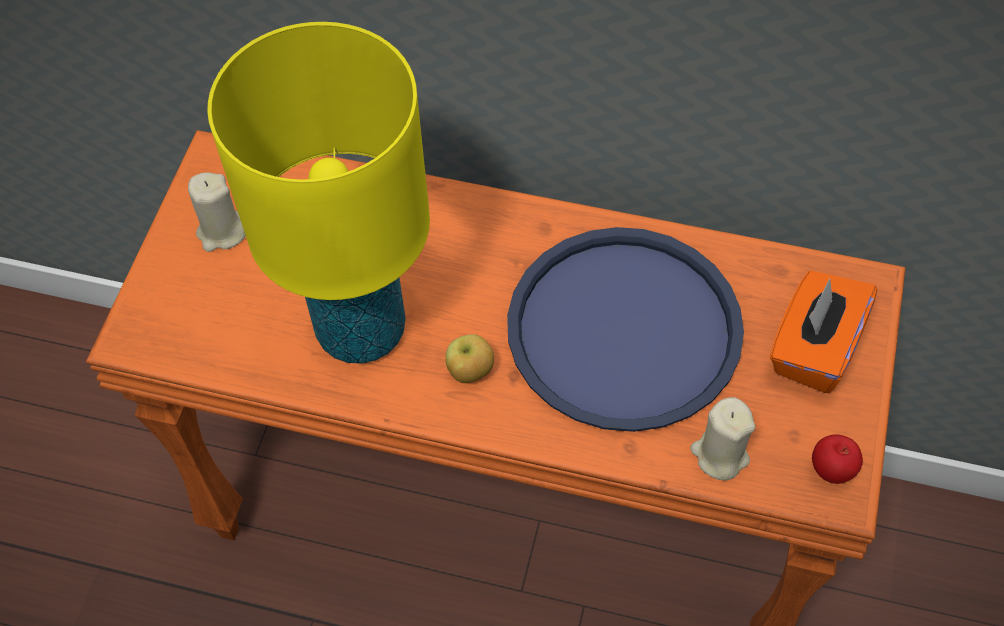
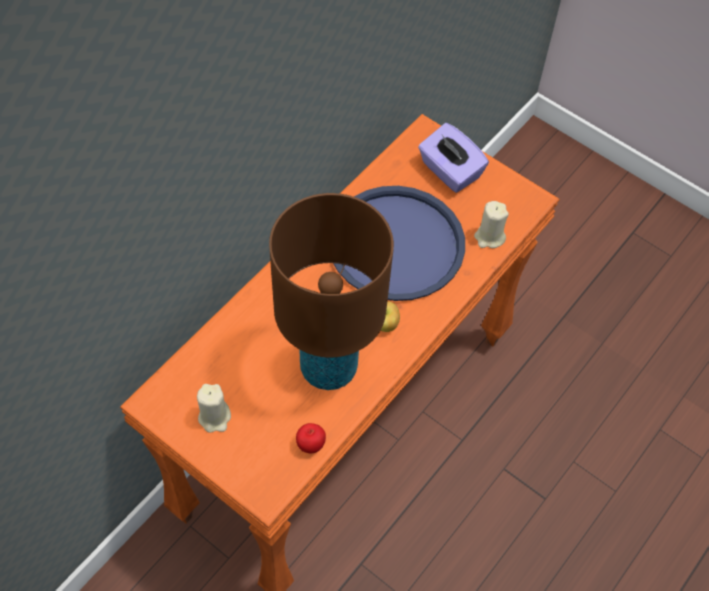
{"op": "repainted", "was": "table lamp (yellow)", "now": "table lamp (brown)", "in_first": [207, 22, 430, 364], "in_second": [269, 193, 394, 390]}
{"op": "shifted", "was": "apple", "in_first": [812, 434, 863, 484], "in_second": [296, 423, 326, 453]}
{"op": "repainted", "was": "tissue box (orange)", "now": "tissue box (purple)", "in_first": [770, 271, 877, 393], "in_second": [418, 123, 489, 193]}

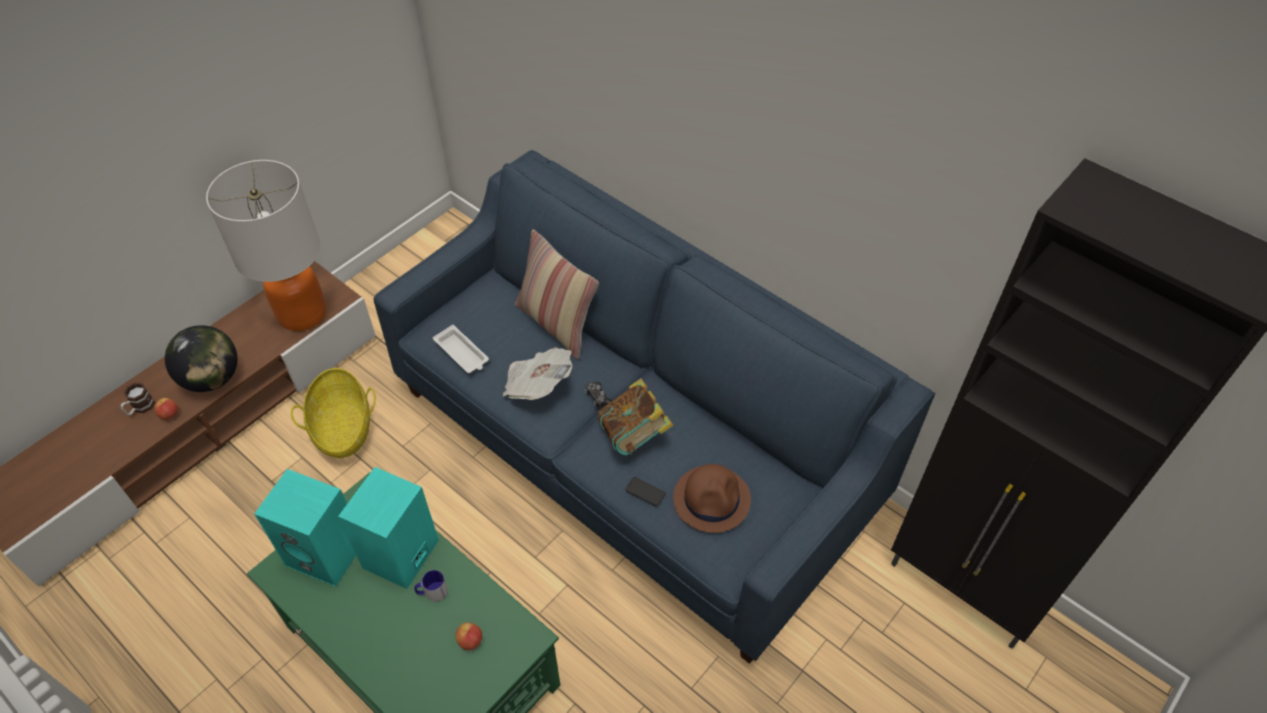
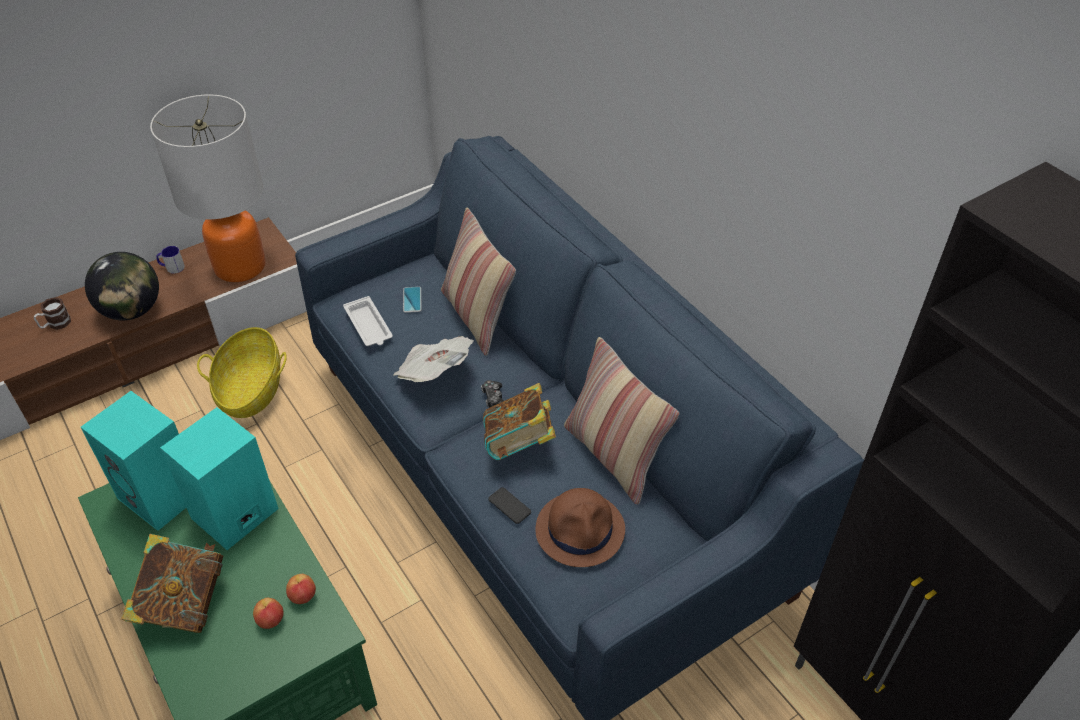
{"op": "new", "now": "book", "in_second": [121, 534, 223, 633]}
{"op": "shifted", "was": "mug", "in_first": [414, 570, 448, 602], "in_second": [156, 246, 185, 274]}
{"op": "shifted", "was": "apple", "in_first": [154, 398, 178, 419], "in_second": [286, 574, 316, 604]}
{"op": "new", "now": "phone", "in_second": [403, 287, 421, 313]}
{"op": "new", "now": "pillow", "in_second": [564, 337, 679, 505]}

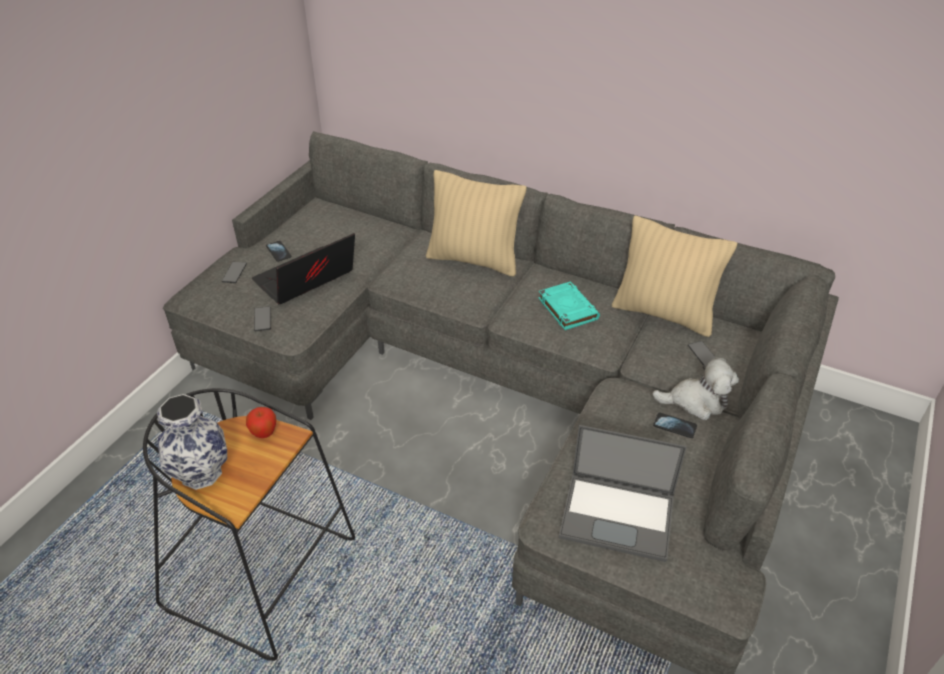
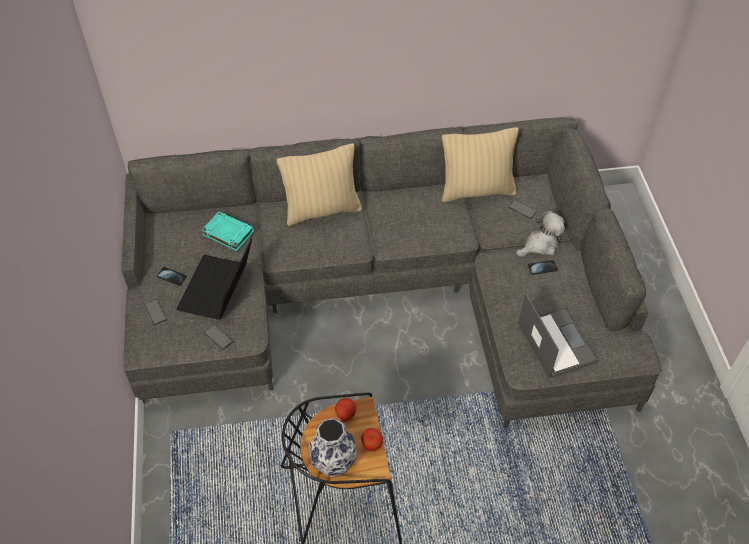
{"op": "shifted", "was": "book (turquoise)", "in_first": [538, 281, 600, 330], "in_second": [202, 212, 254, 251]}
{"op": "new", "now": "apple", "in_second": [361, 428, 383, 451]}
{"op": "rotated", "was": "laptop", "in_first": [559, 425, 687, 562], "in_second": [518, 293, 599, 379], "clockwise": -90}

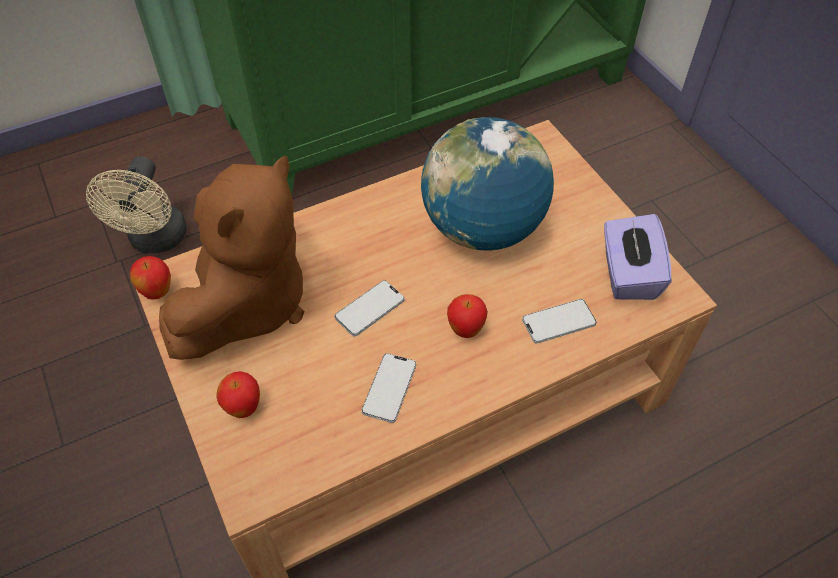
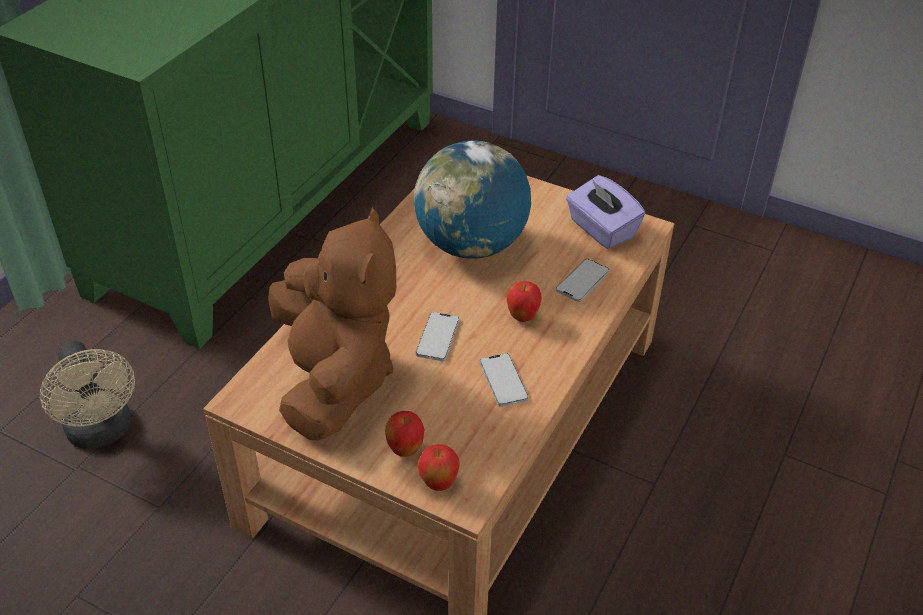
{"op": "shifted", "was": "apple", "in_first": [130, 256, 171, 300], "in_second": [418, 444, 460, 491]}

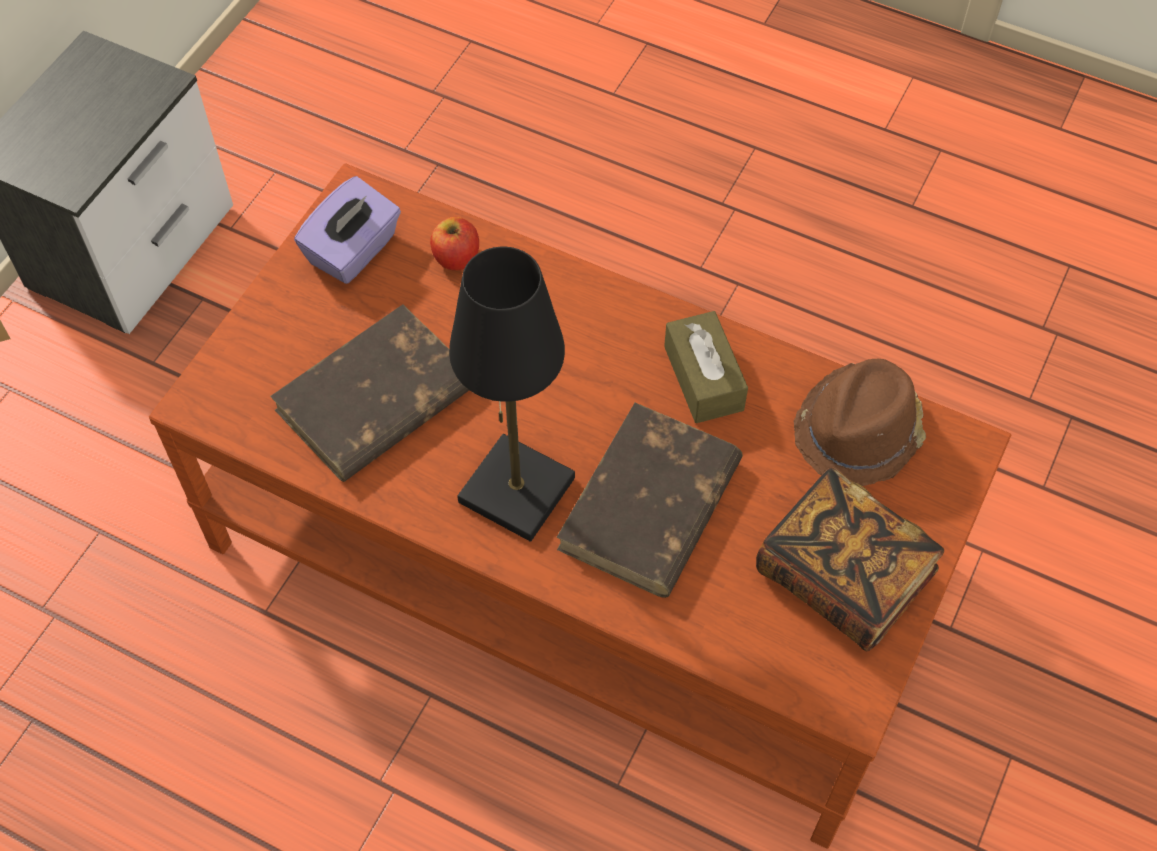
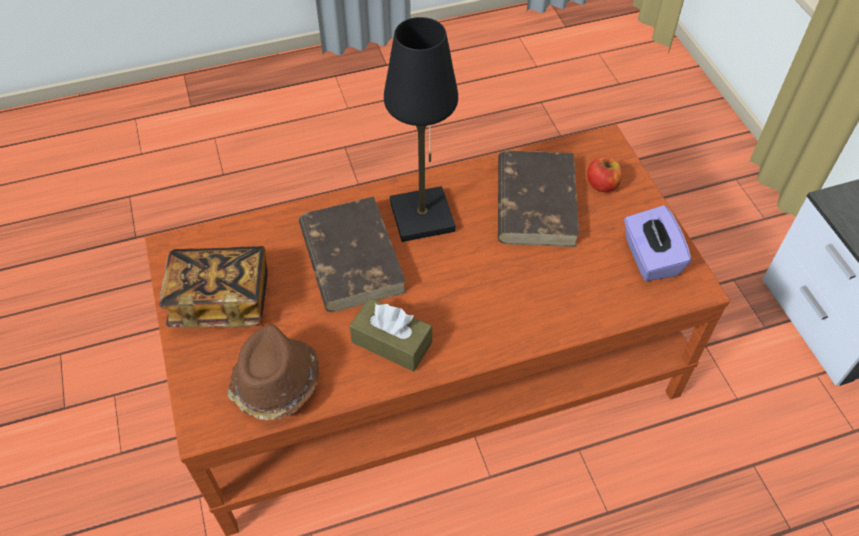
{"op": "shifted", "was": "apple", "in_first": [430, 217, 479, 271], "in_second": [587, 156, 622, 192]}

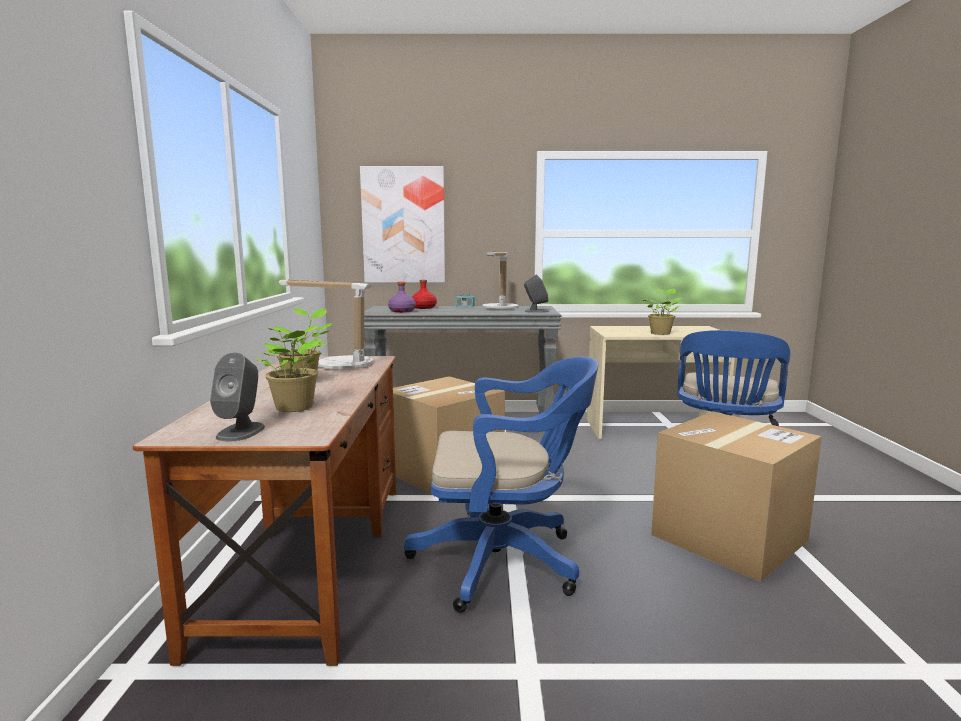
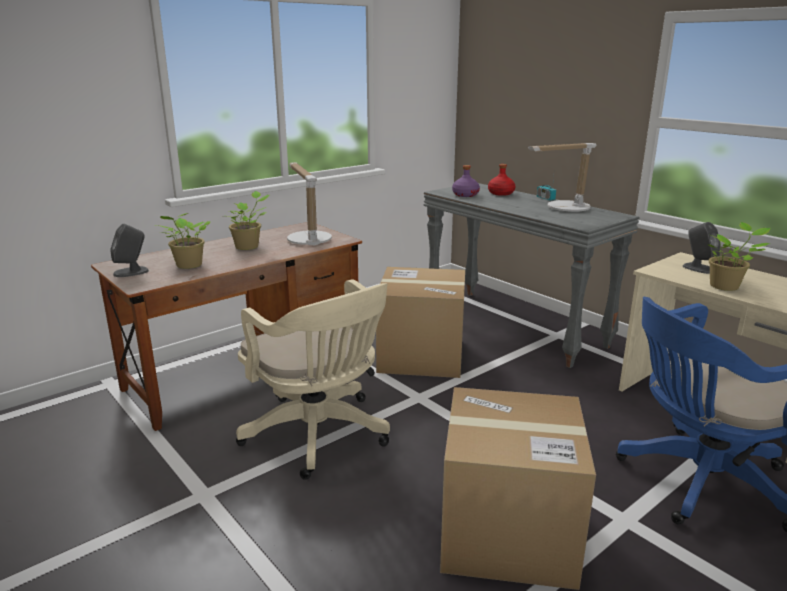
{"op": "repainted", "was": "office chair (blue)", "now": "office chair (beige)", "in_first": [404, 357, 598, 613], "in_second": [236, 279, 390, 480]}
{"op": "shifted", "was": "speaker (grey)", "in_first": [524, 274, 549, 313], "in_second": [683, 222, 722, 274]}
{"op": "gone", "was": "picture", "in_first": [360, 166, 445, 283]}

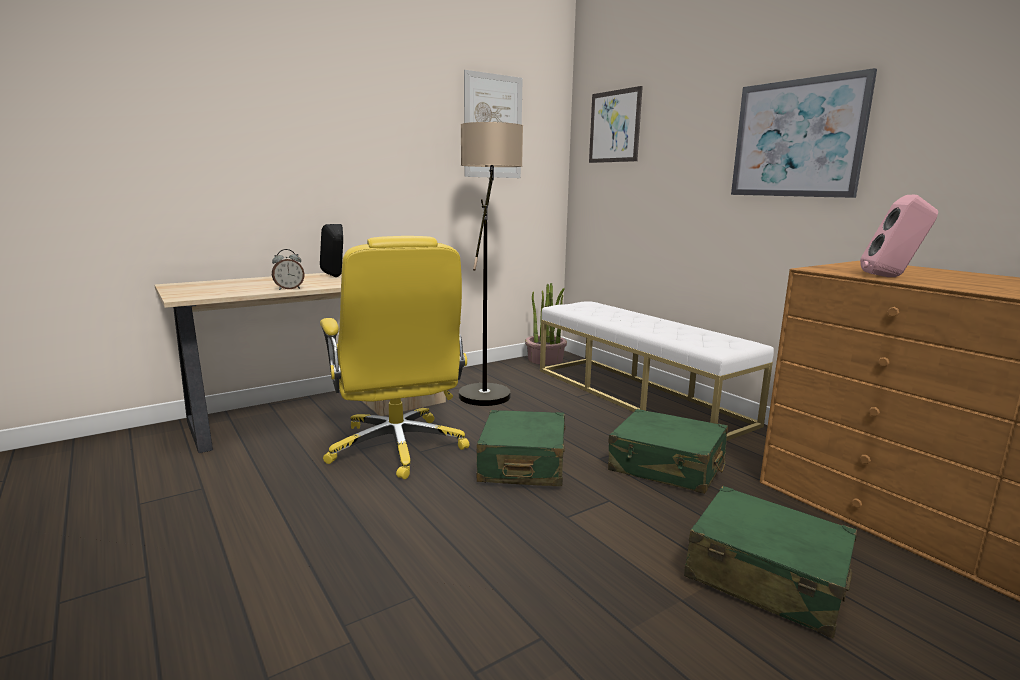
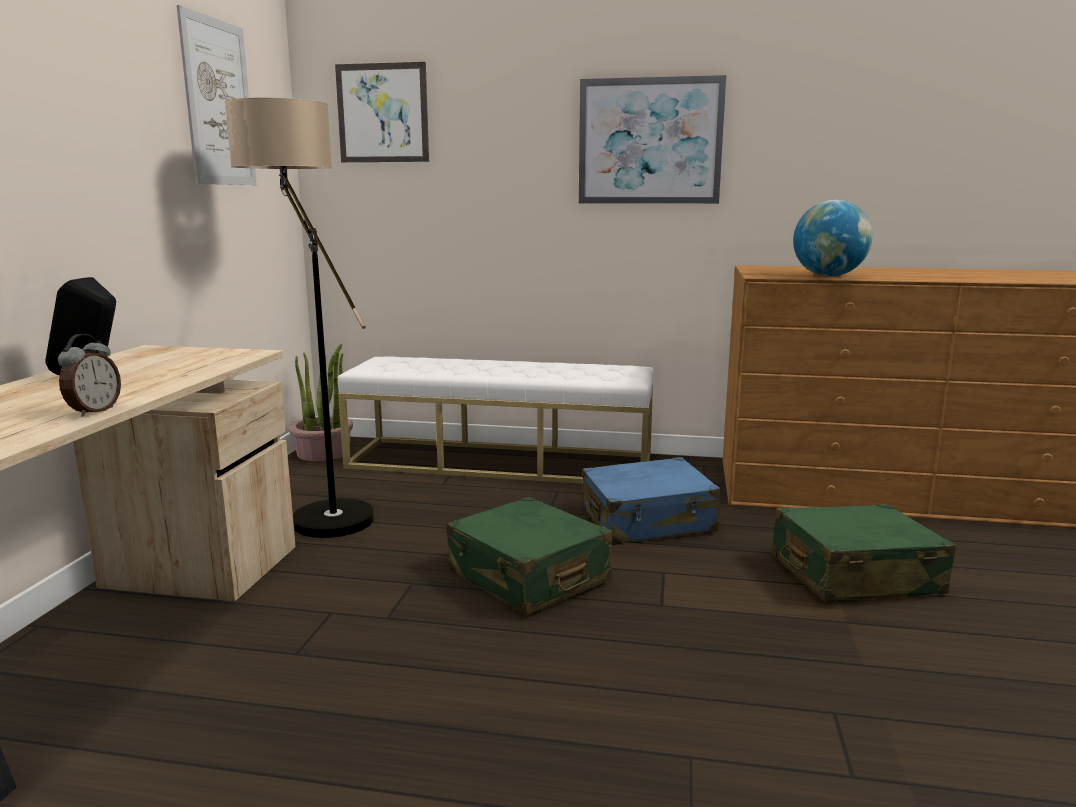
{"op": "repainted", "was": "suitcase (green)", "now": "suitcase (blue)", "in_first": [608, 409, 728, 494], "in_second": [582, 457, 720, 545]}
{"op": "swapped", "was": "speaker (pink)", "now": "globe", "in_first": [860, 195, 938, 277], "in_second": [793, 200, 873, 276]}
{"op": "gone", "was": "office chair (yellow)", "in_first": [320, 236, 470, 479]}

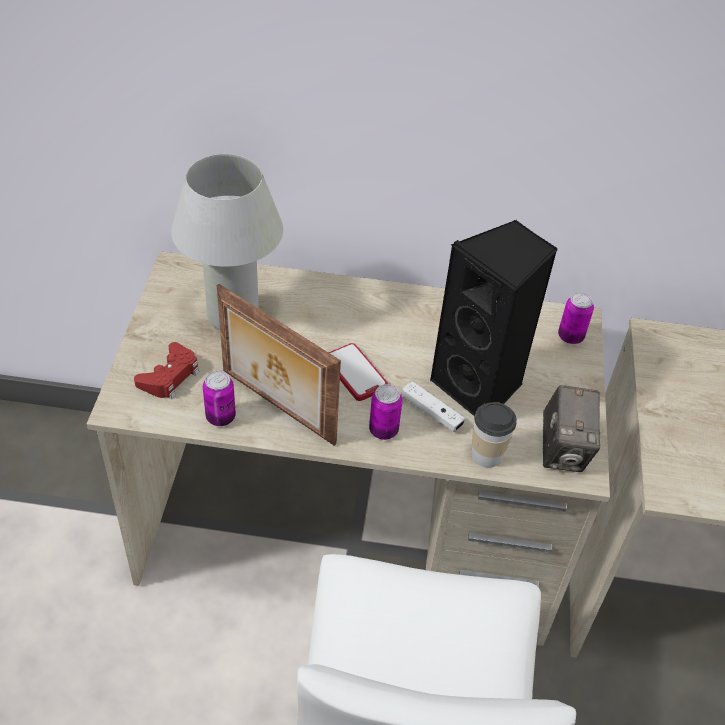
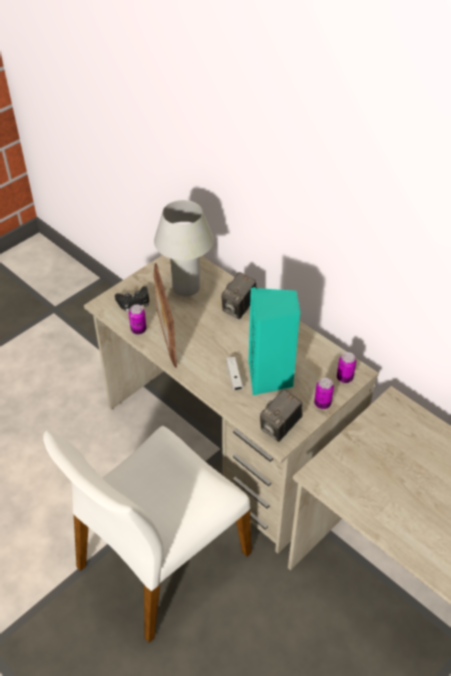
{"op": "repainted", "was": "game controller (red)", "now": "game controller (black)", "in_first": [134, 342, 199, 399], "in_second": [115, 286, 149, 312]}
{"op": "new", "now": "photo camera", "in_second": [221, 272, 257, 319]}
{"op": "repainted", "was": "speaker (black)", "now": "speaker (turquoise)", "in_first": [430, 220, 557, 416], "in_second": [248, 287, 301, 395]}
{"op": "shifted", "was": "can", "in_first": [369, 384, 402, 440], "in_second": [314, 378, 334, 409]}
{"op": "gone", "was": "phone", "in_first": [329, 343, 388, 401]}
{"op": "gone", "was": "cup", "in_first": [472, 402, 517, 468]}

